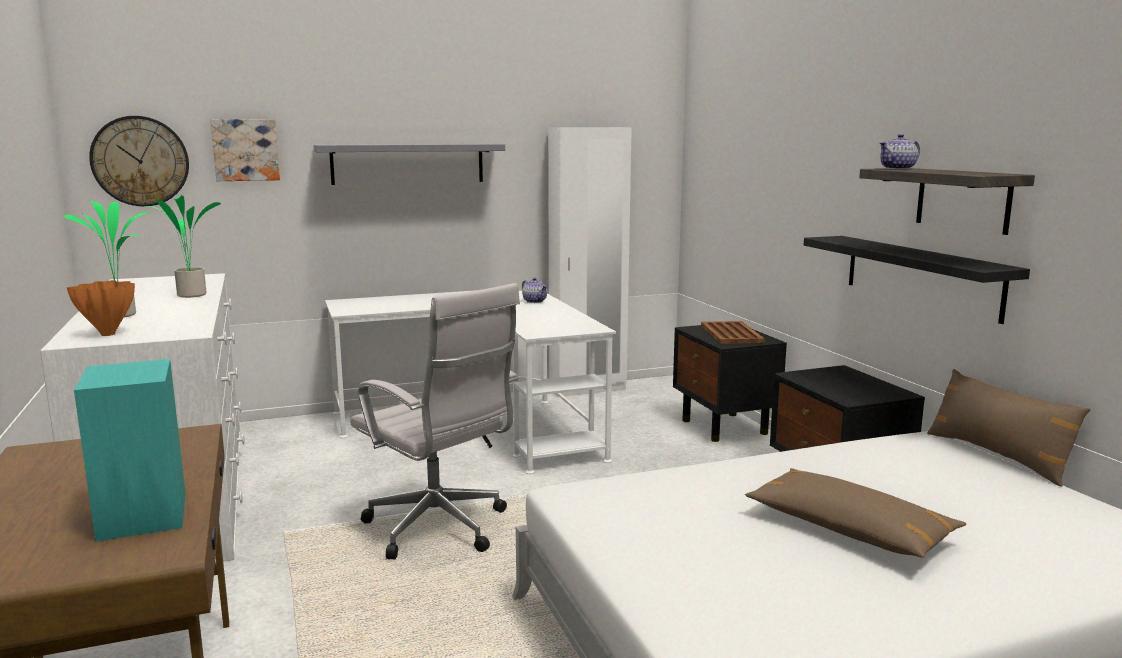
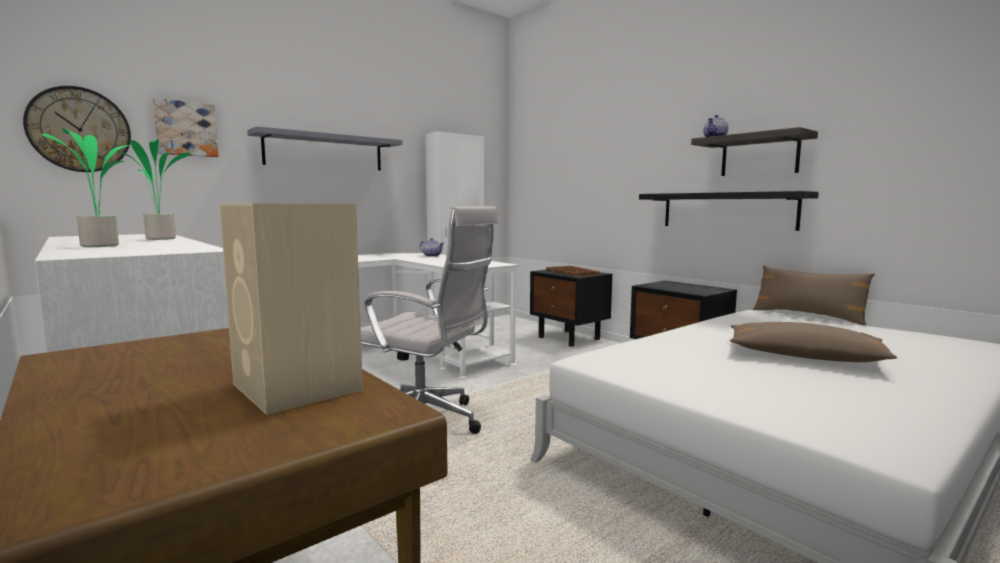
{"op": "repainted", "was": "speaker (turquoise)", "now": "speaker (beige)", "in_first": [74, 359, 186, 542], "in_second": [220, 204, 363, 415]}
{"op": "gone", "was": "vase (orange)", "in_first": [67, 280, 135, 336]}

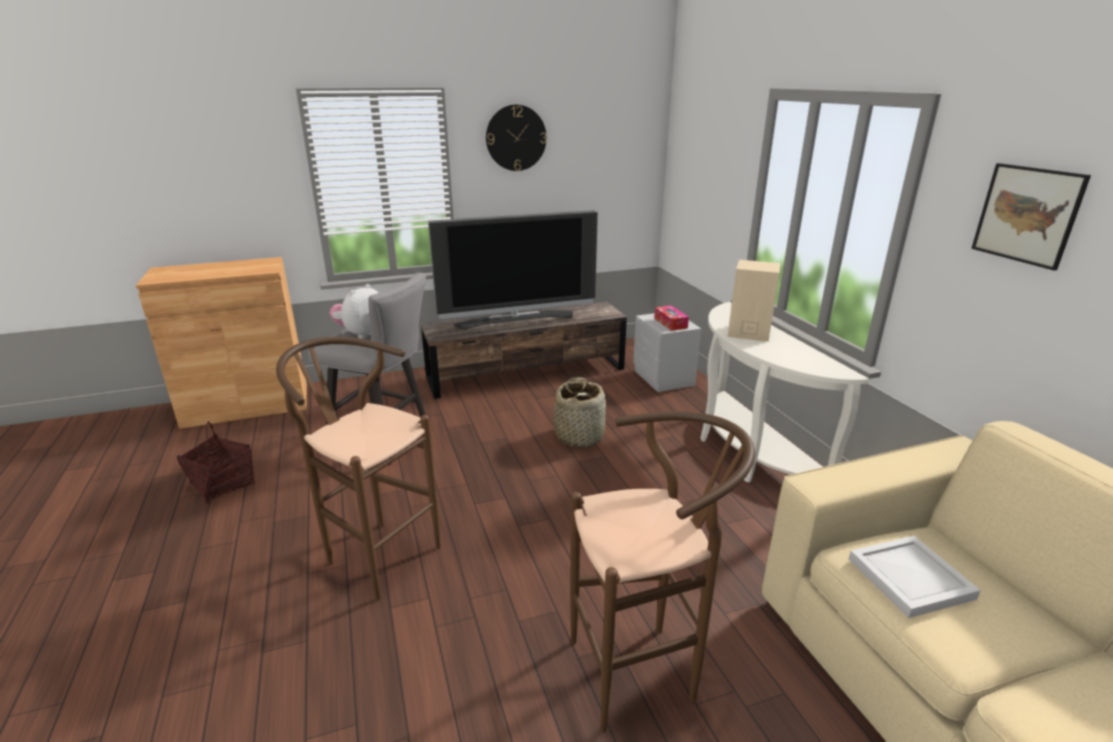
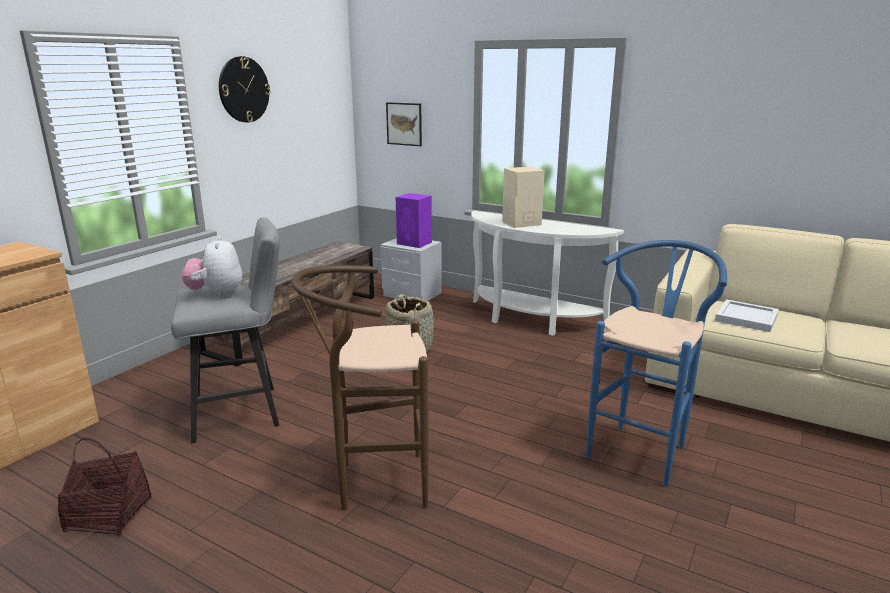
{"op": "shifted", "was": "picture", "in_first": [971, 163, 1091, 271], "in_second": [386, 102, 422, 146]}
{"op": "swapped", "was": "tissue box", "now": "speaker (purple)", "in_first": [654, 306, 689, 331], "in_second": [396, 193, 432, 248]}
{"op": "repainted", "was": "stool (brown)", "now": "stool (blue)", "in_first": [570, 411, 755, 733], "in_second": [586, 240, 727, 488]}
{"op": "gone", "was": "television", "in_first": [428, 210, 598, 330]}

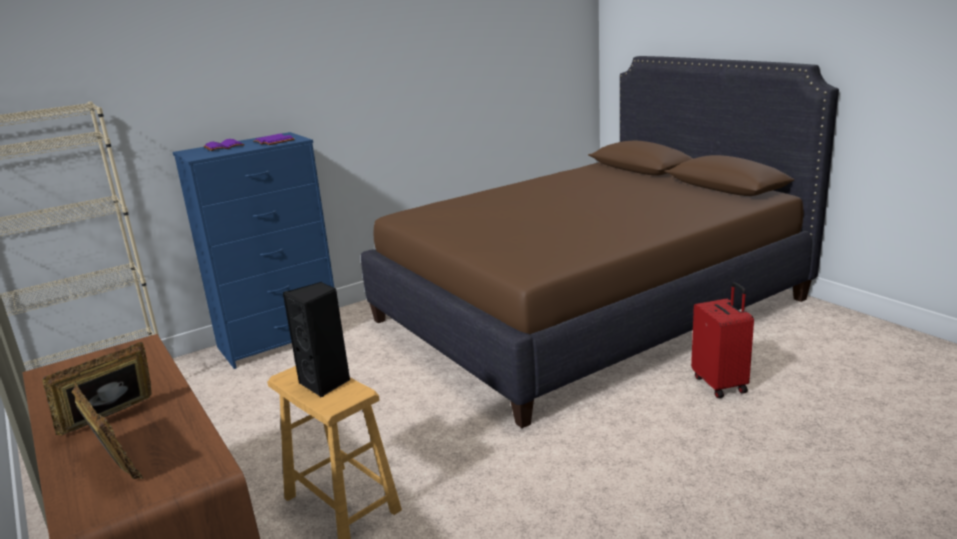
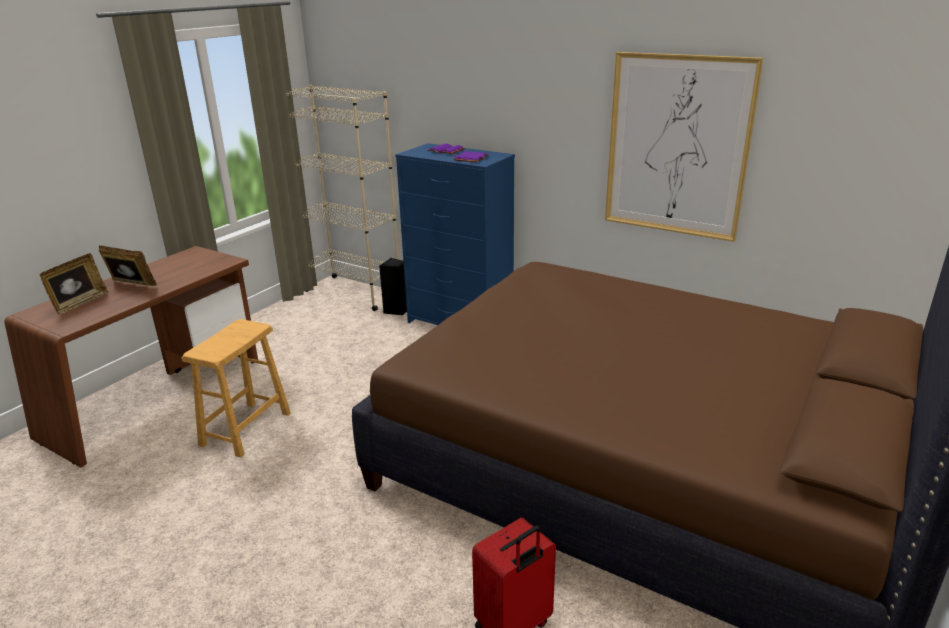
{"op": "shifted", "was": "speaker (black)", "in_first": [283, 282, 350, 398], "in_second": [379, 258, 407, 315]}
{"op": "new", "now": "picture", "in_second": [605, 52, 764, 242]}

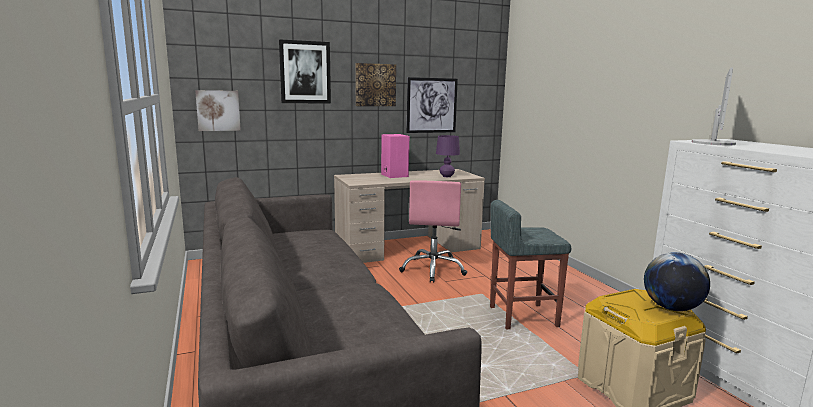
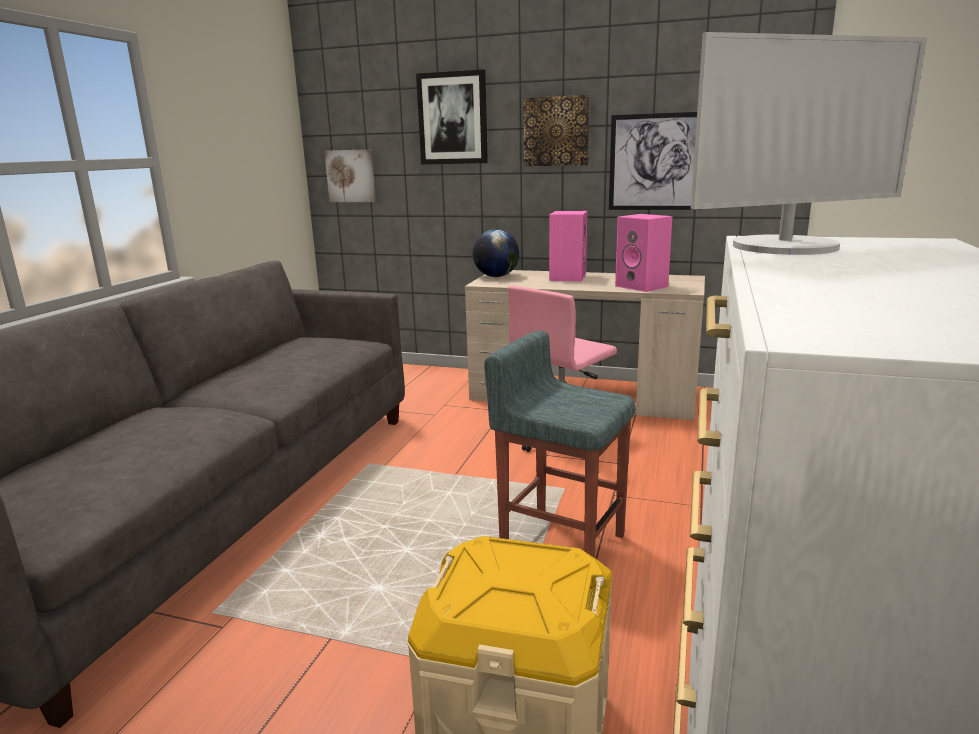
{"op": "shifted", "was": "globe", "in_first": [644, 252, 710, 311], "in_second": [473, 229, 519, 277]}
{"op": "swapped", "was": "table lamp (purple)", "now": "speaker (pink)", "in_first": [436, 135, 460, 177], "in_second": [615, 214, 672, 292]}

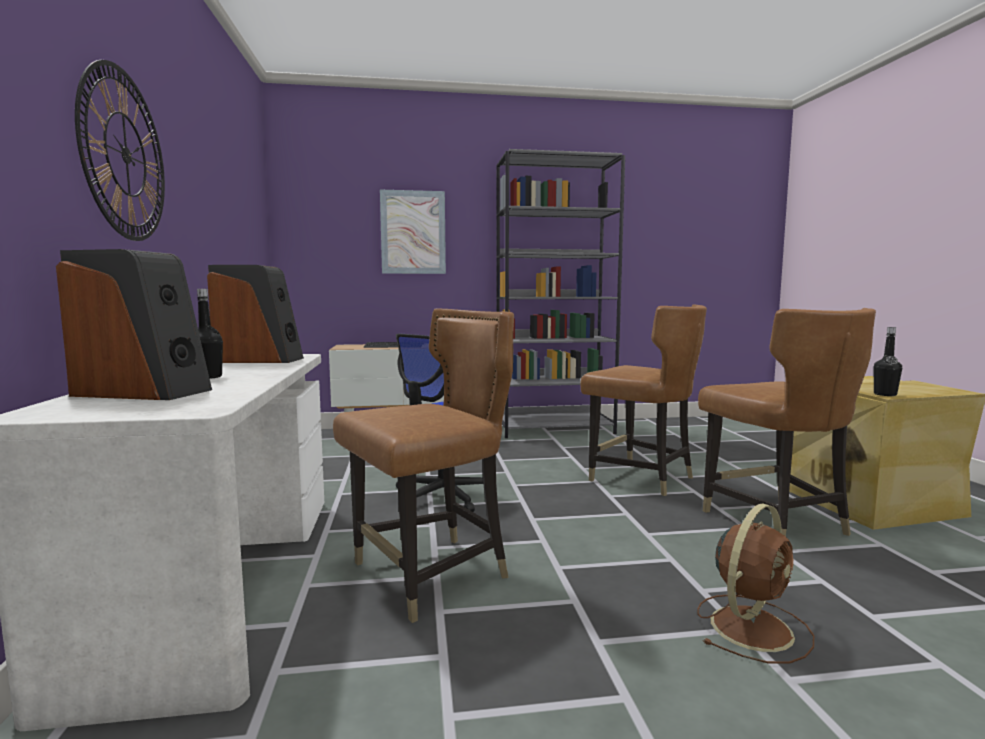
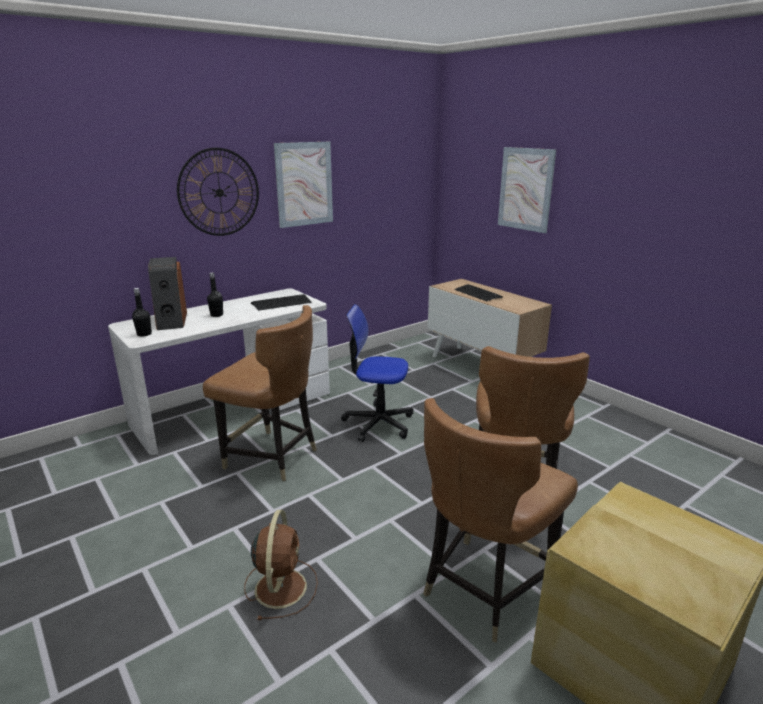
{"op": "shifted", "was": "bottle (black)", "in_first": [874, 327, 902, 396], "in_second": [132, 288, 152, 337]}
{"op": "rotated", "was": "fan (brown)", "in_first": [697, 503, 814, 664], "in_second": [244, 510, 318, 620], "clockwise": -105}
{"op": "swapped", "was": "speaker", "now": "keyboard", "in_first": [207, 265, 304, 363], "in_second": [251, 294, 312, 311]}
{"op": "new", "now": "picture", "in_second": [274, 142, 333, 228]}
{"op": "gone", "was": "bookcase (grey)", "in_first": [496, 149, 625, 438]}

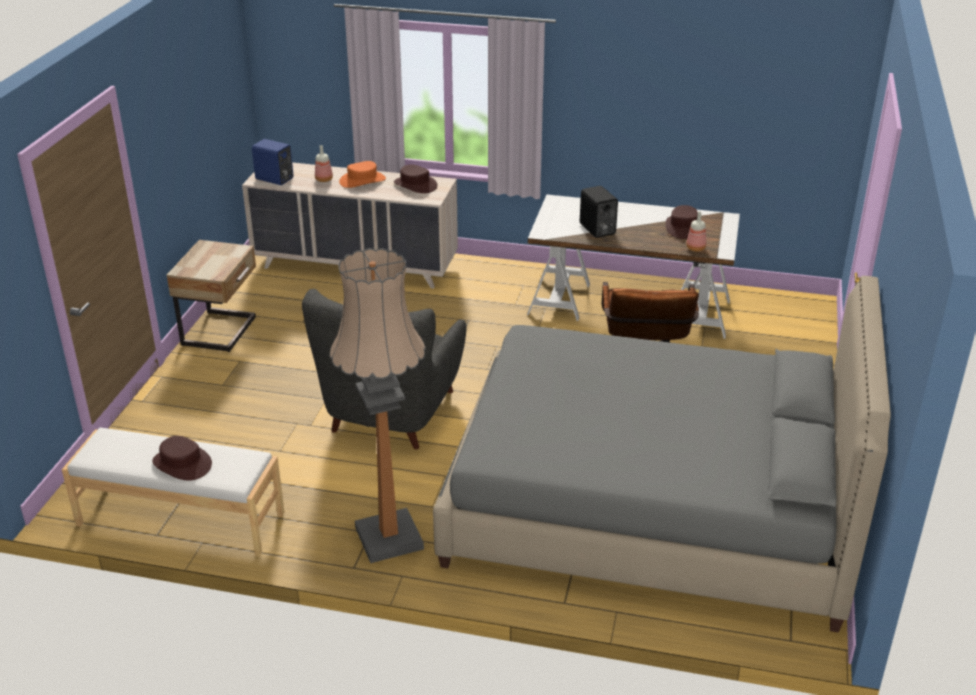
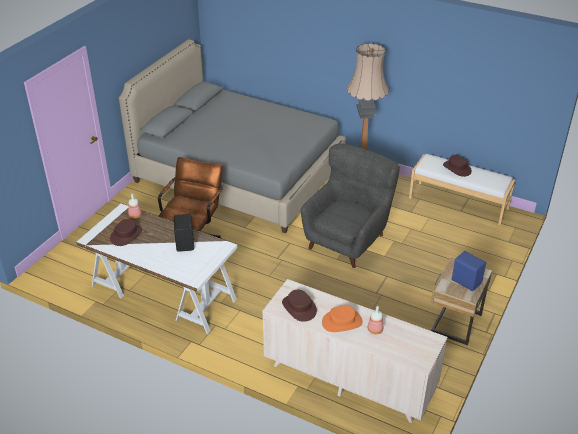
{"op": "shifted", "was": "speaker (blue)", "in_first": [252, 139, 293, 185], "in_second": [452, 251, 486, 291]}

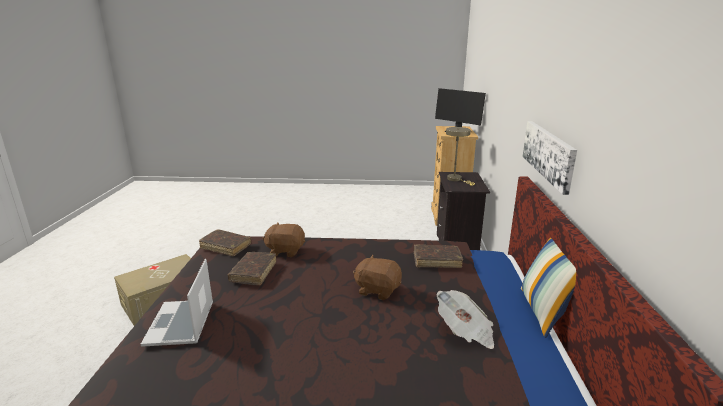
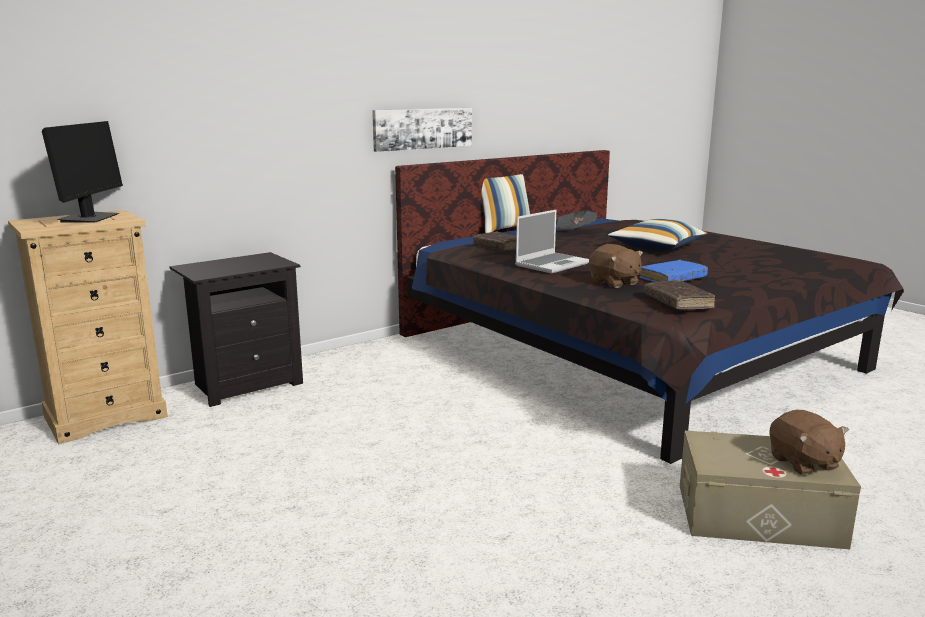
{"op": "shifted", "was": "laptop", "in_first": [141, 259, 213, 346], "in_second": [515, 210, 589, 273]}
{"op": "new", "now": "pillow", "in_second": [608, 219, 708, 251]}
{"op": "repainted", "was": "book (brown)", "now": "book (blue)", "in_first": [228, 252, 276, 286], "in_second": [640, 260, 708, 282]}
{"op": "shifted", "was": "plush toy (brown)", "in_first": [353, 255, 402, 300], "in_second": [769, 410, 849, 476]}
{"op": "gone", "was": "table lamp (beige)", "in_first": [446, 127, 475, 186]}

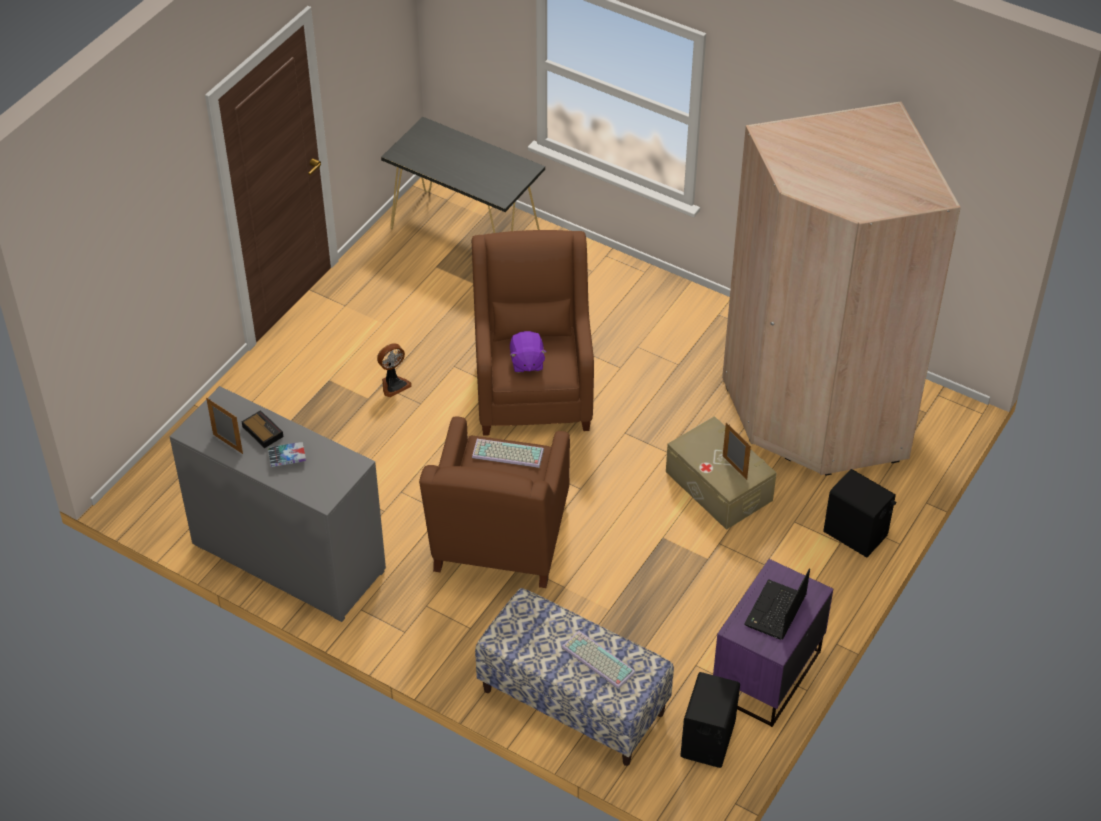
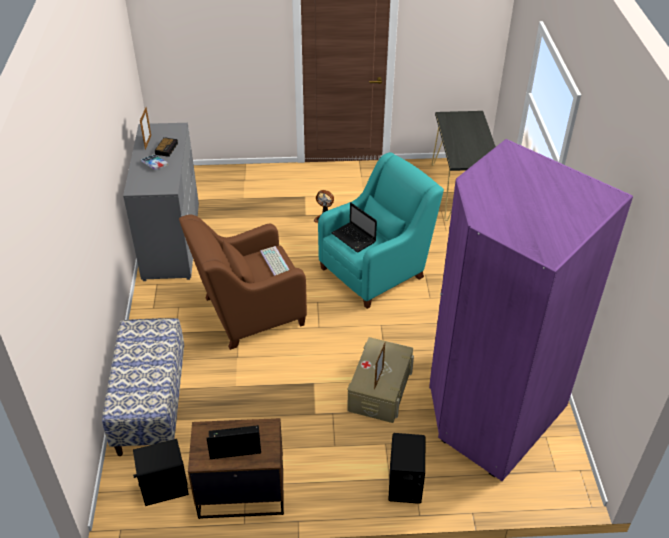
{"op": "repainted", "was": "nightstand (purple)", "now": "nightstand (brown)", "in_first": [713, 559, 833, 727], "in_second": [188, 418, 284, 519]}
{"op": "repainted", "was": "armchair (brown)", "now": "armchair (turquoise)", "in_first": [472, 230, 594, 436], "in_second": [318, 152, 444, 309]}
{"op": "swapped", "was": "plush toy (purple)", "now": "laptop", "in_first": [510, 331, 547, 373], "in_second": [332, 203, 377, 252]}
{"op": "repainted", "was": "wardrobe (beige)", "now": "wardrobe (purple)", "in_first": [722, 101, 961, 476], "in_second": [429, 139, 633, 481]}
{"op": "gone", "was": "keyboard", "in_first": [562, 631, 636, 689]}

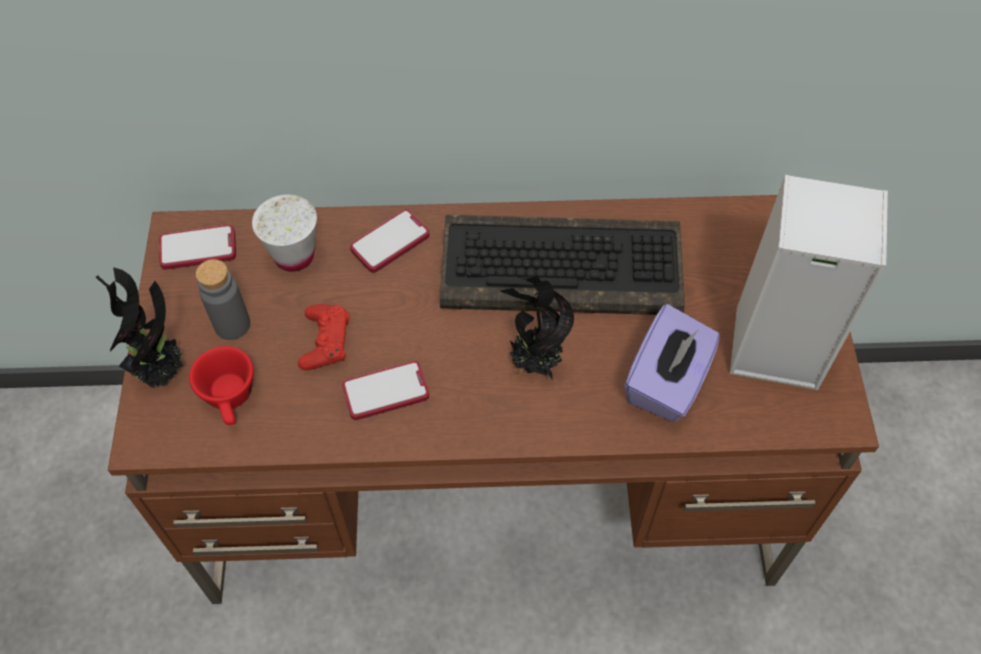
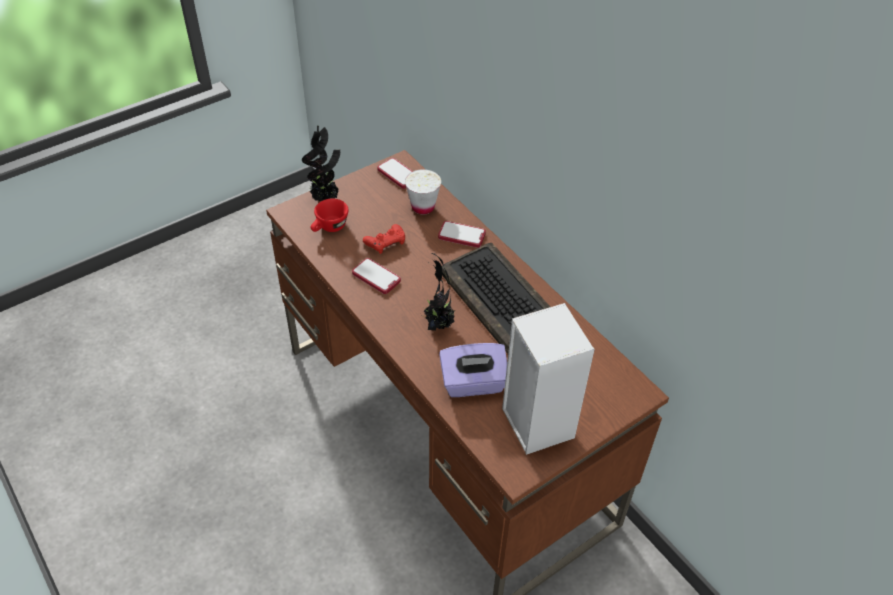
{"op": "gone", "was": "bottle (grey)", "in_first": [196, 259, 250, 340]}

